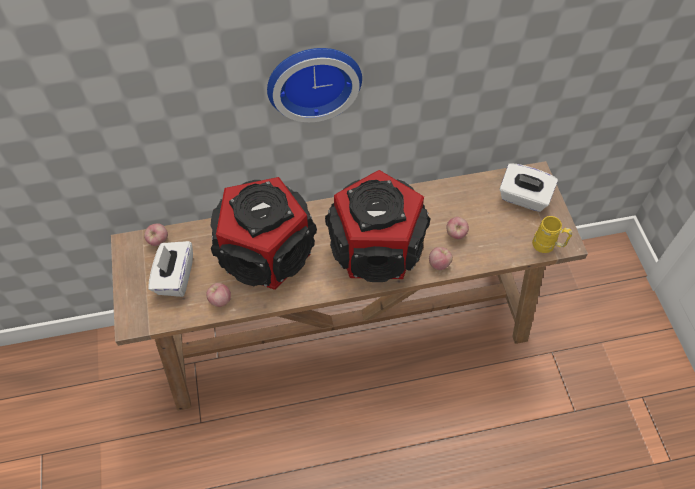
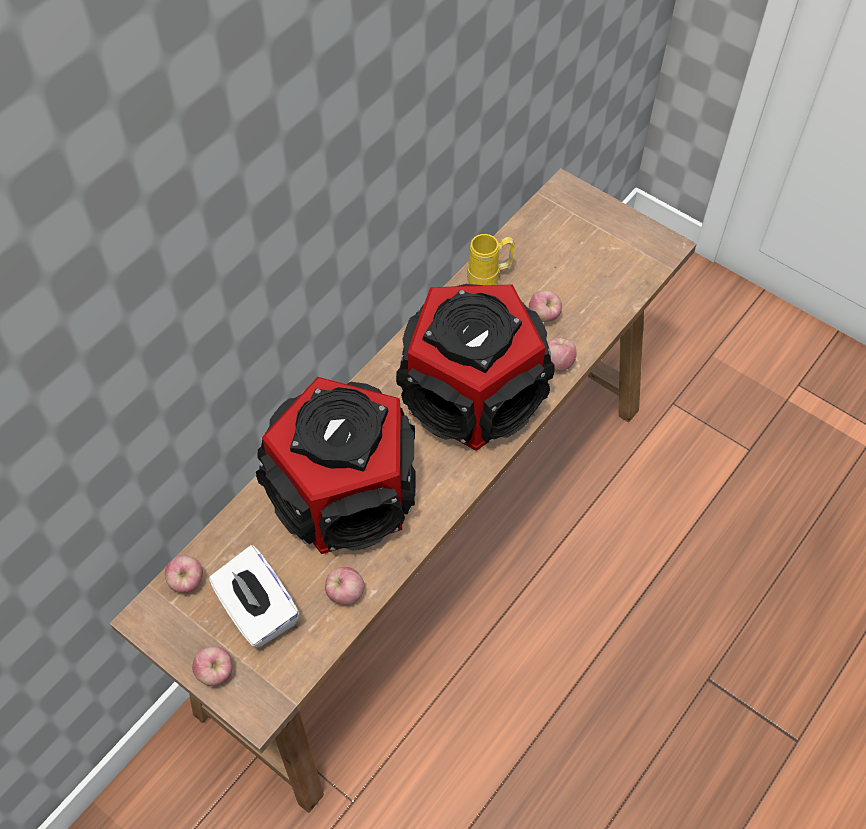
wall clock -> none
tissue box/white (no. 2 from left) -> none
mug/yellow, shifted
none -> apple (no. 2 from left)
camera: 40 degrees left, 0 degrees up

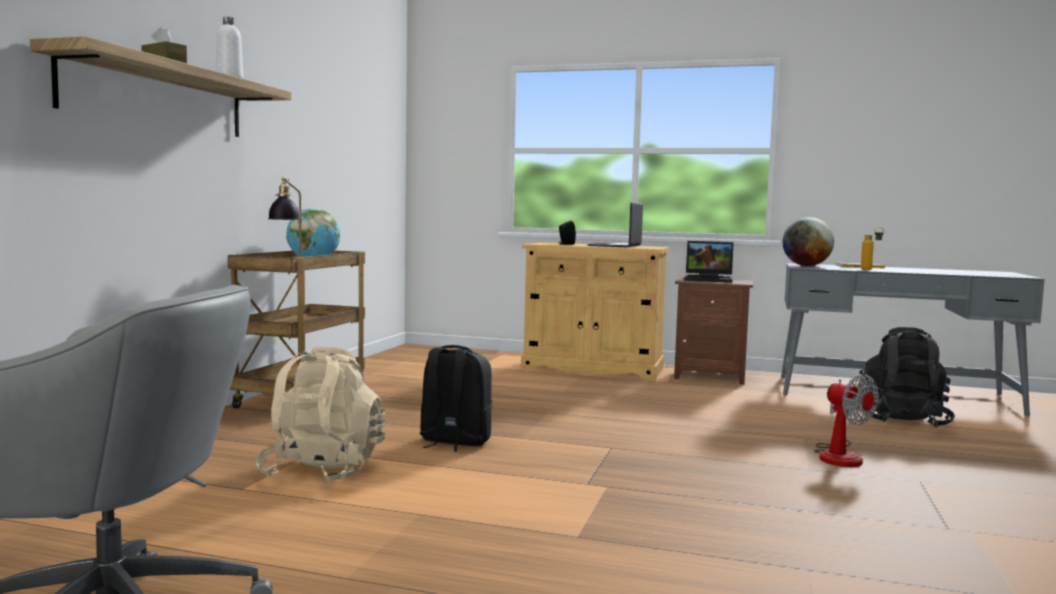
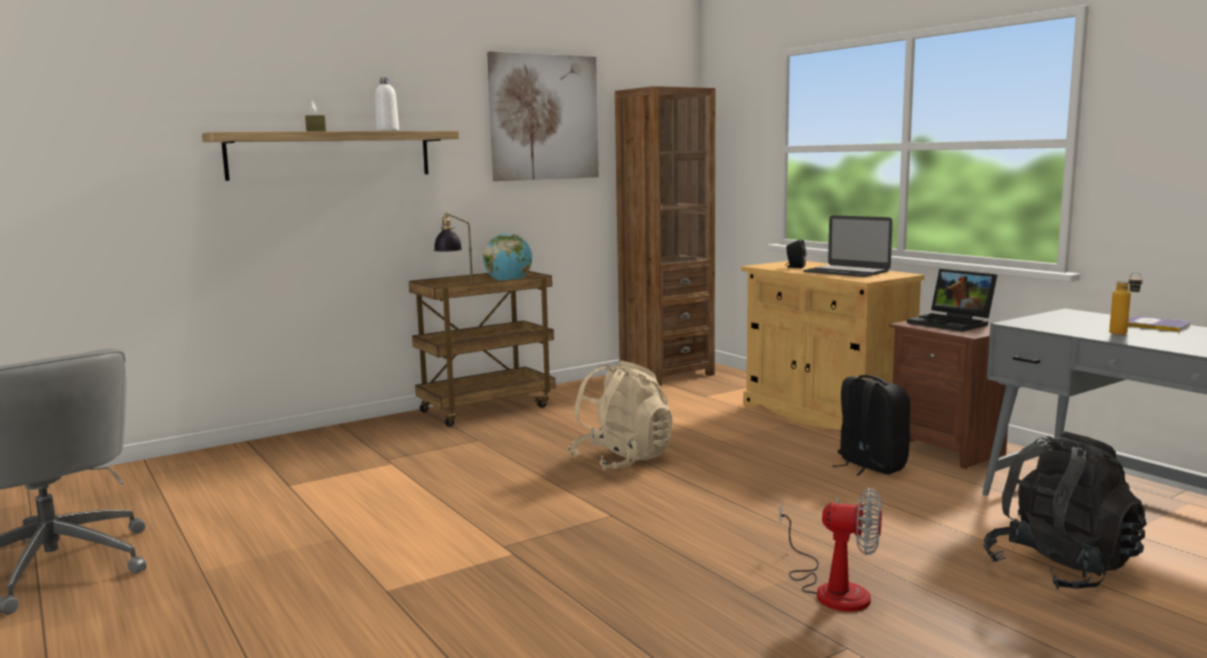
laptop (no. 1 from left), 105 degrees counterclockwise
globe (no. 2 from left) -> none
backpack/black (no. 1 from left), shifted
backpack/beige, shifted
fan, 75 degrees counterclockwise
none -> picture
none -> bookcase/brown
camera: 40 degrees right, 5 degrees up

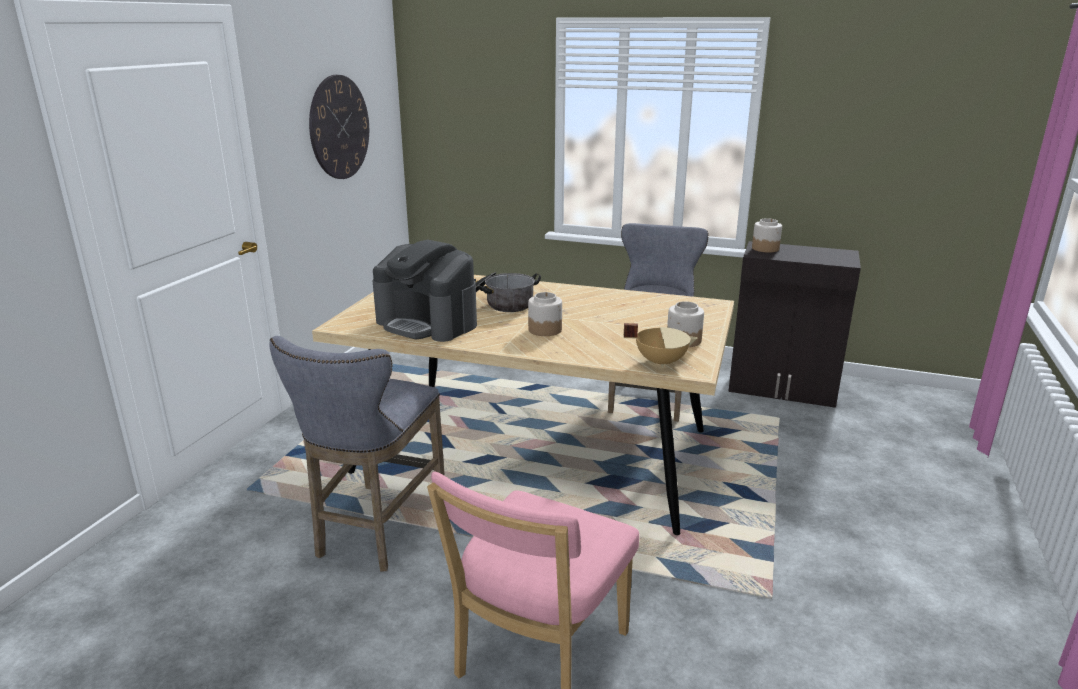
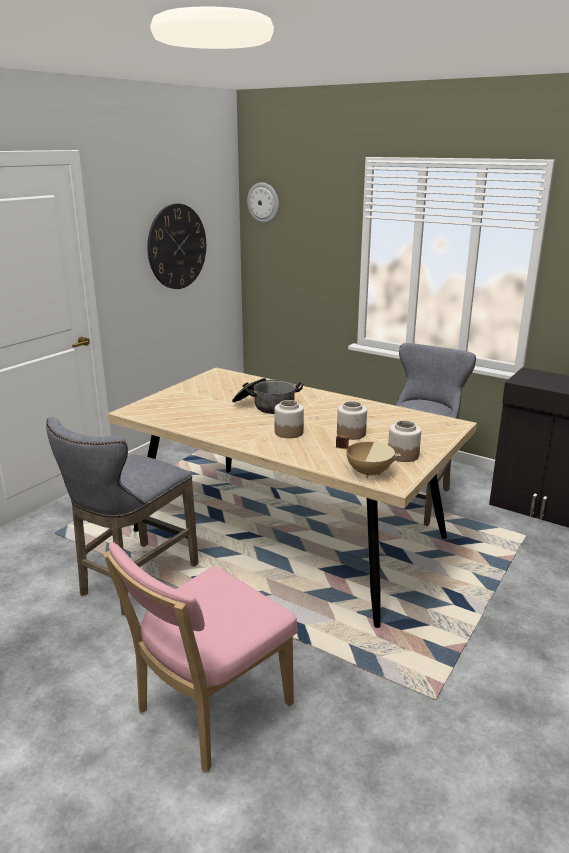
jar (no. 3 from left in the first image) -> jar (no. 2 from left), shifted
coffee machine -> none
none -> wall clock (no. 2 from left)
camera: 15 degrees right, 0 degrees up

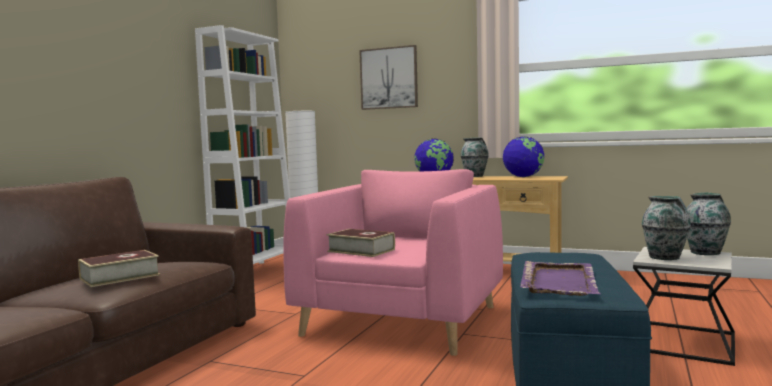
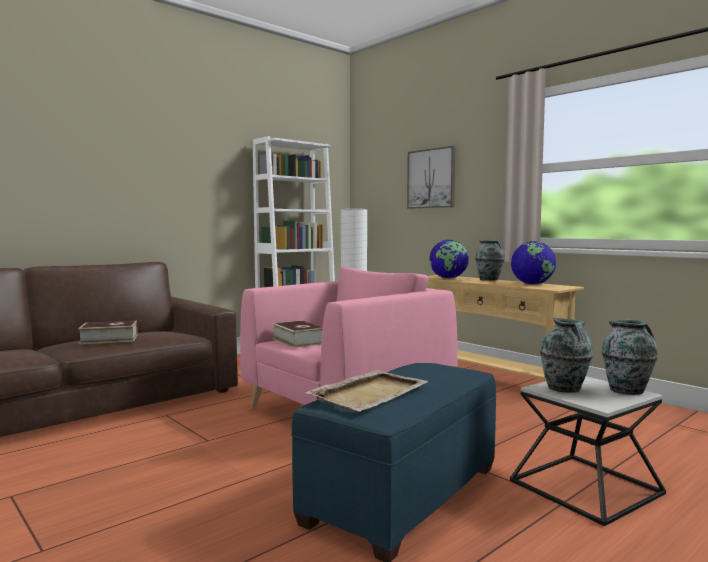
tray/purple -> tray/beige
camera: 25 degrees right, 0 degrees up

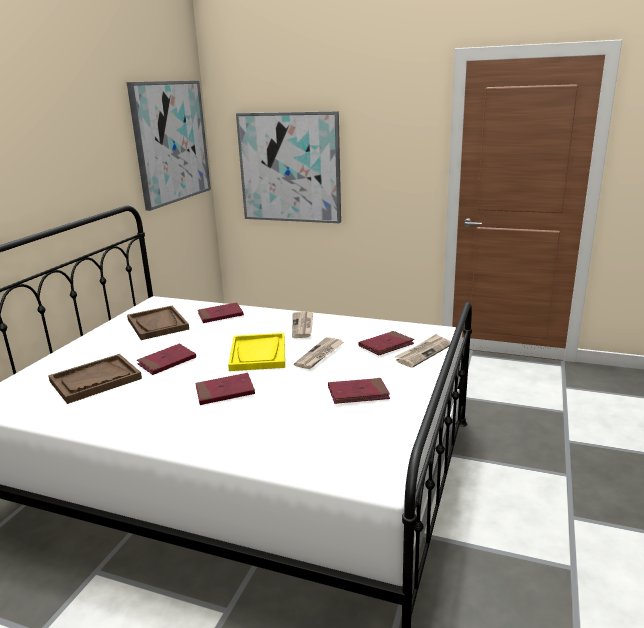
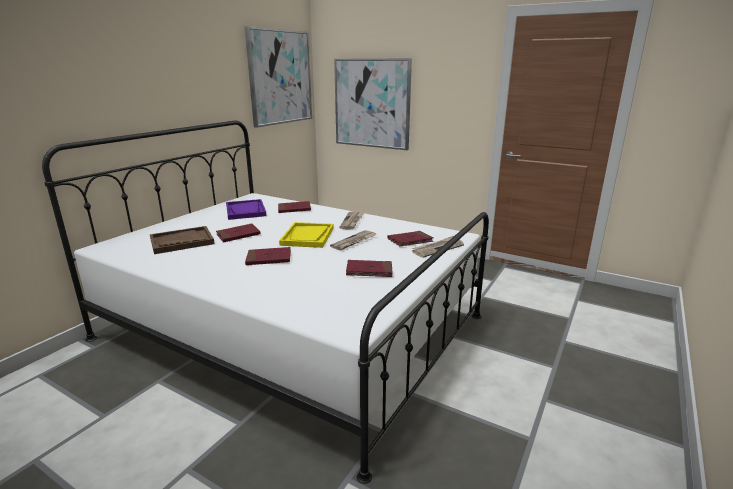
tray/brown (no. 2 from left) -> tray/purple
camera: 10 degrees right, 0 degrees up

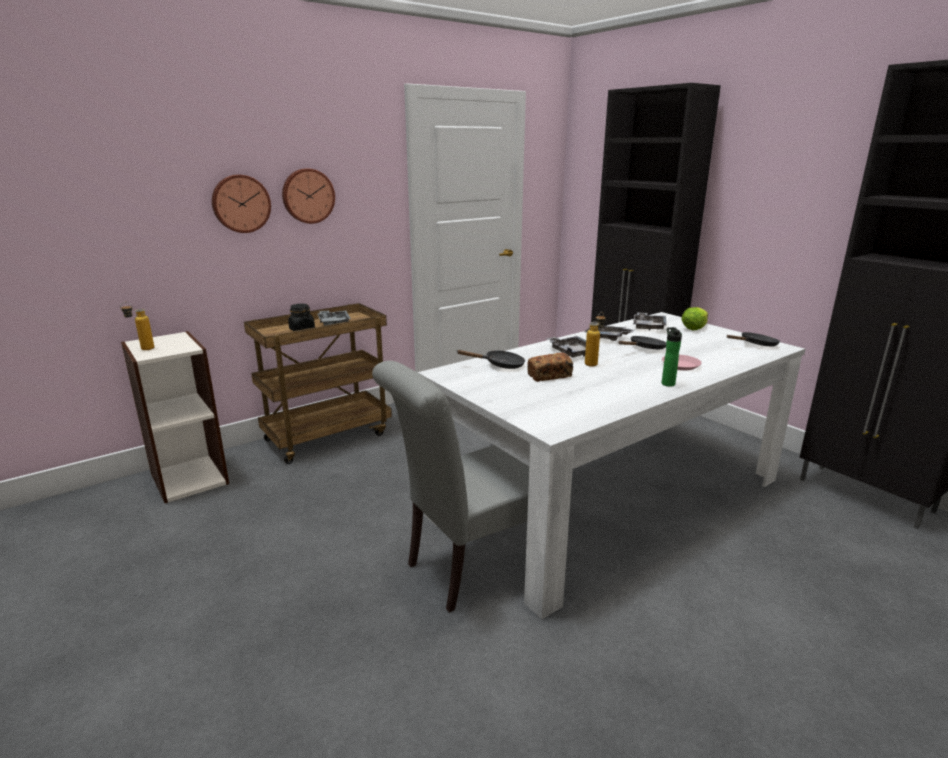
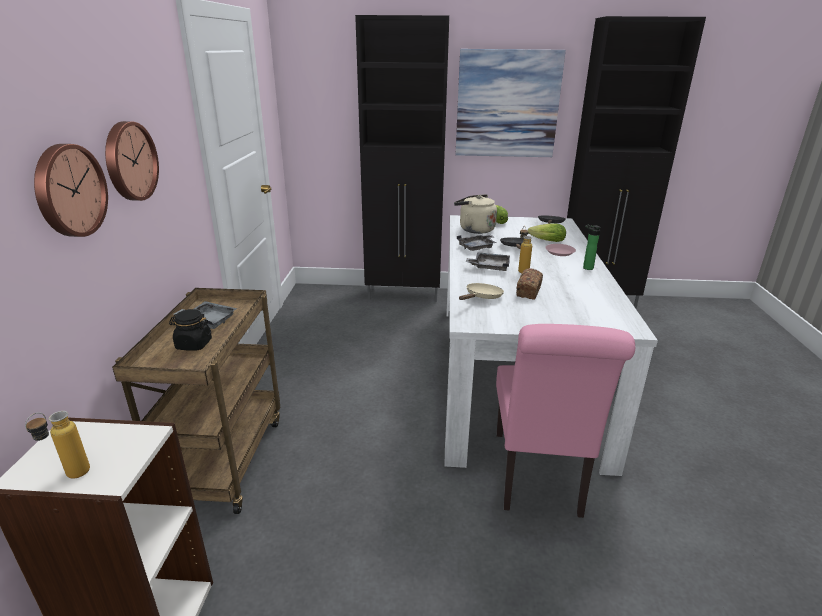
tray/grey (no. 4 from left) -> kettle/beige
frying pan/black (no. 1 from left) -> frying pan/beige
chair/grey -> chair/pink
none -> picture
none -> lettuce (no. 2 from left)
camera: 50 degrees left, 5 degrees up

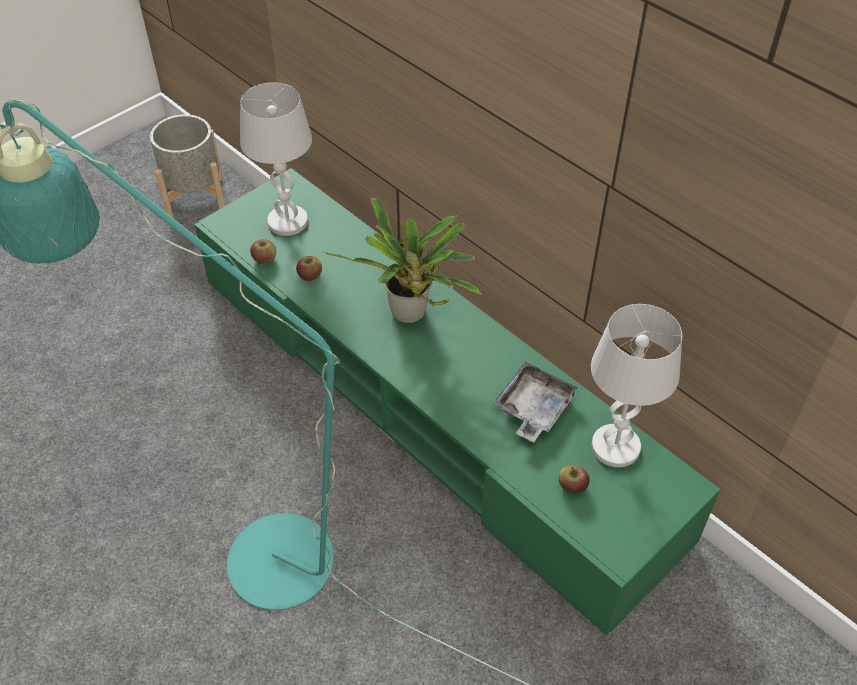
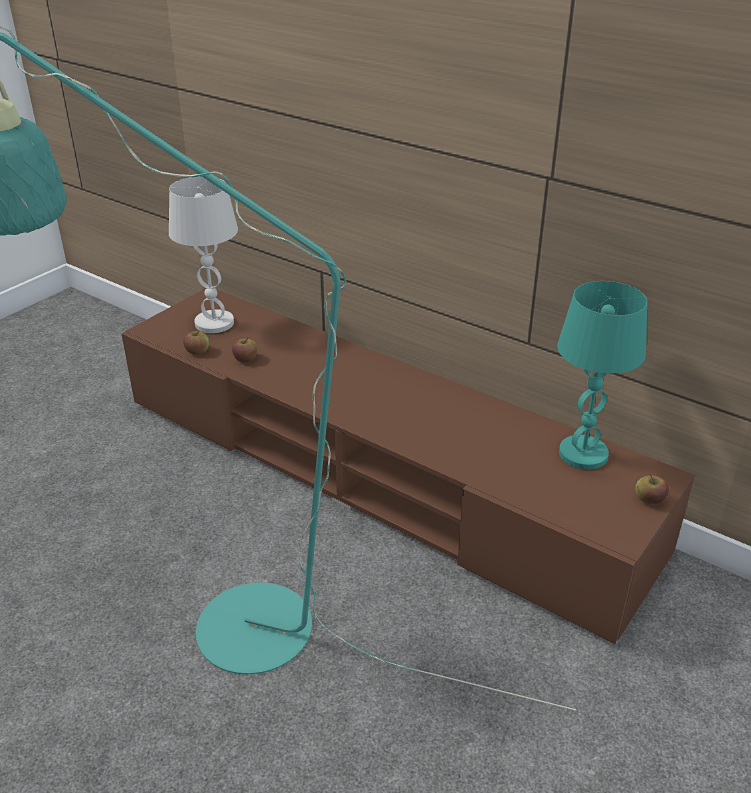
planter/grey -> none
tv stand/green -> tv stand/brown
potted plant -> none
table lamp/white (no. 2 from left) -> table lamp/turquoise
tray/grey -> none
apple (no. 3 from left), shifted
camera: 10 degrees left, 15 degrees down

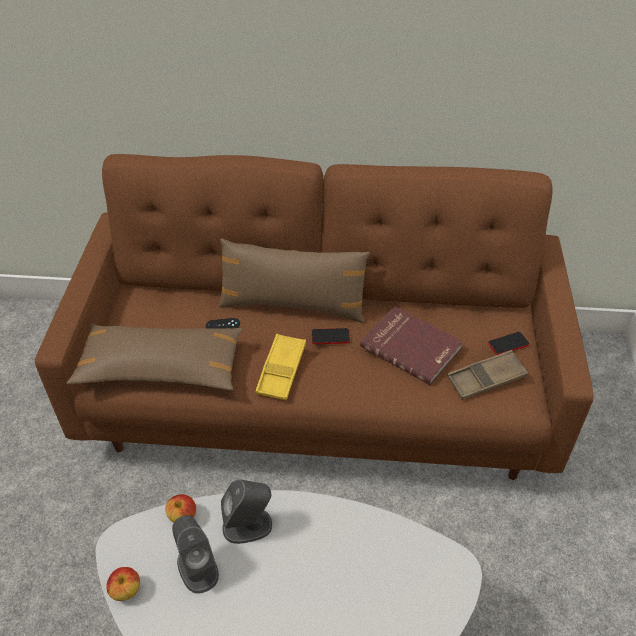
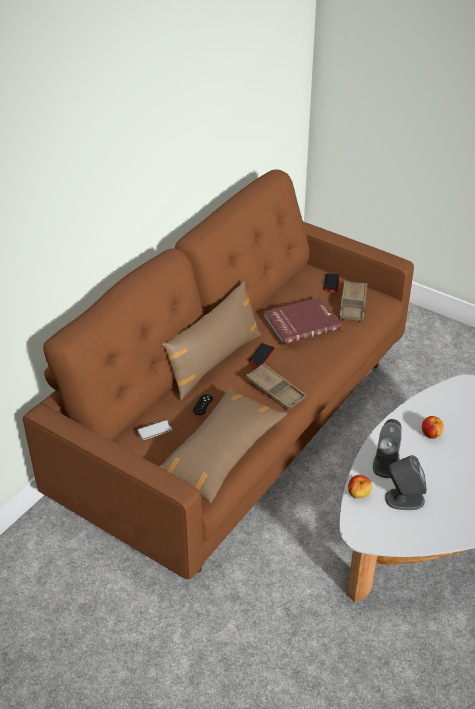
tray/yellow -> tray/brown (no. 1 from left)
apple (no. 1 from left in the first image) -> apple (no. 2 from left), shifted
none -> phone (no. 1 from left)
camera: 60 degrees left, 5 degrees down

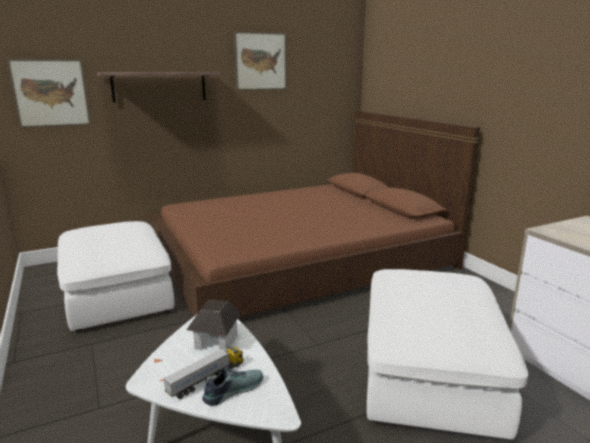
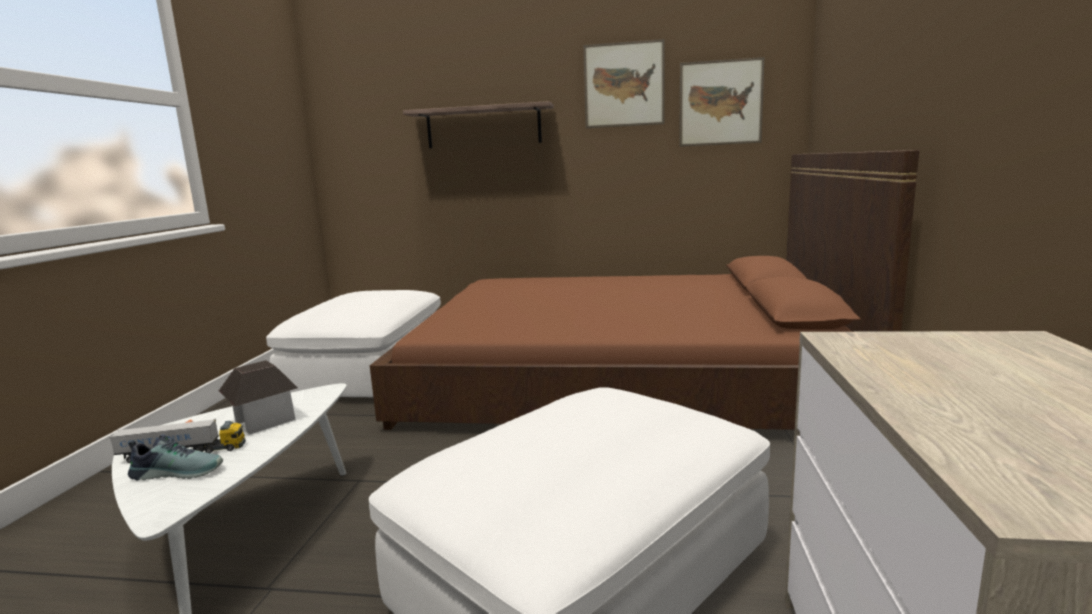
picture (no. 1 from left in the first image) -> picture (no. 2 from left), shifted
camera: 35 degrees right, 5 degrees down

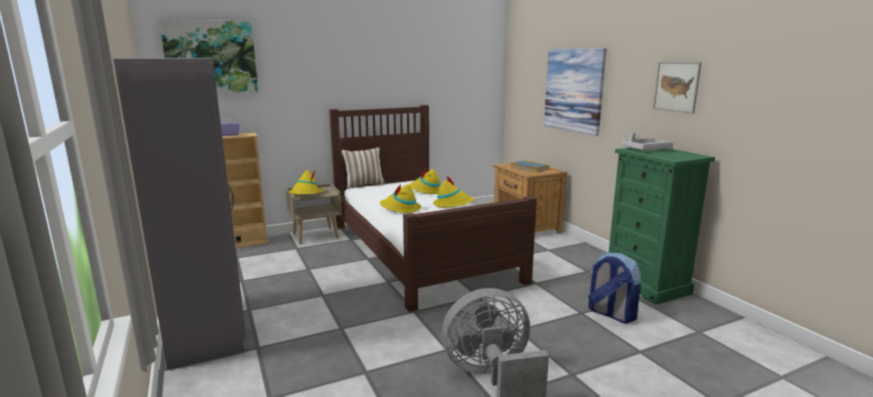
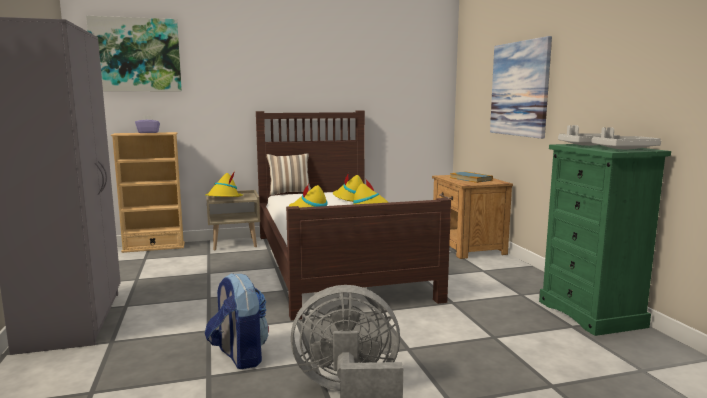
picture (no. 3 from left) -> none
backpack, shifted
none -> tray/grey (no. 2 from left)
camera: 10 degrees right, 5 degrees down

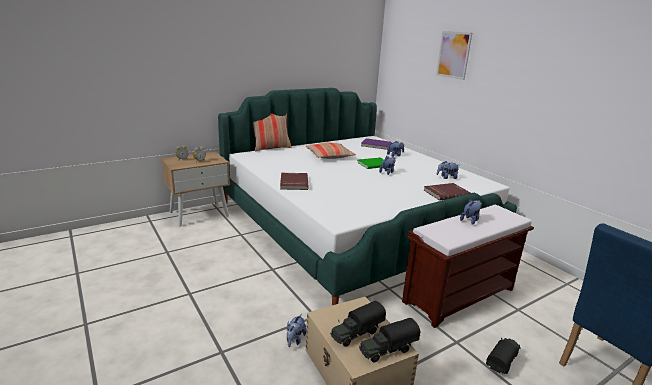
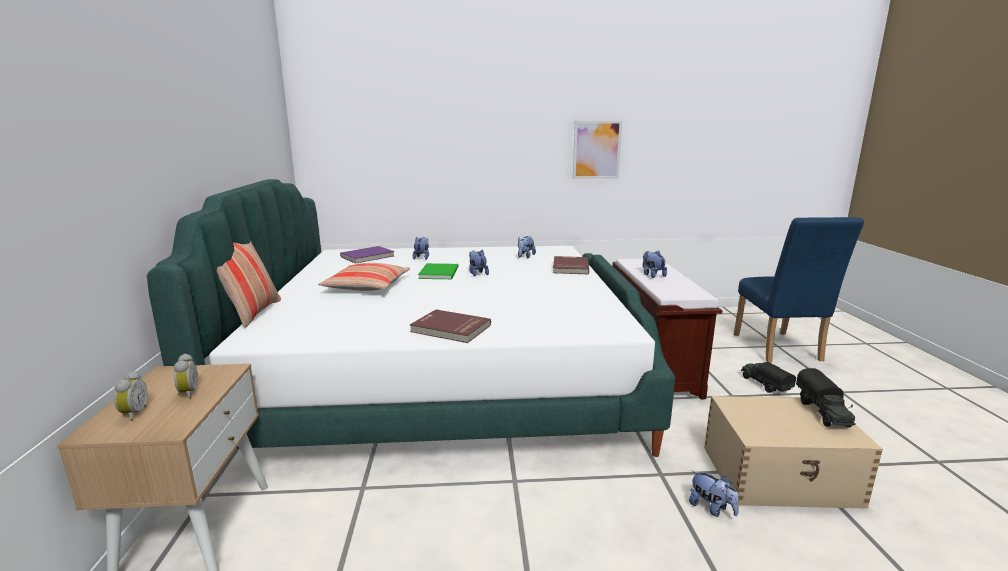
picture, shifted
toy truck (no. 1 from left) -> none
camera: 60 degrees left, 5 degrees down

